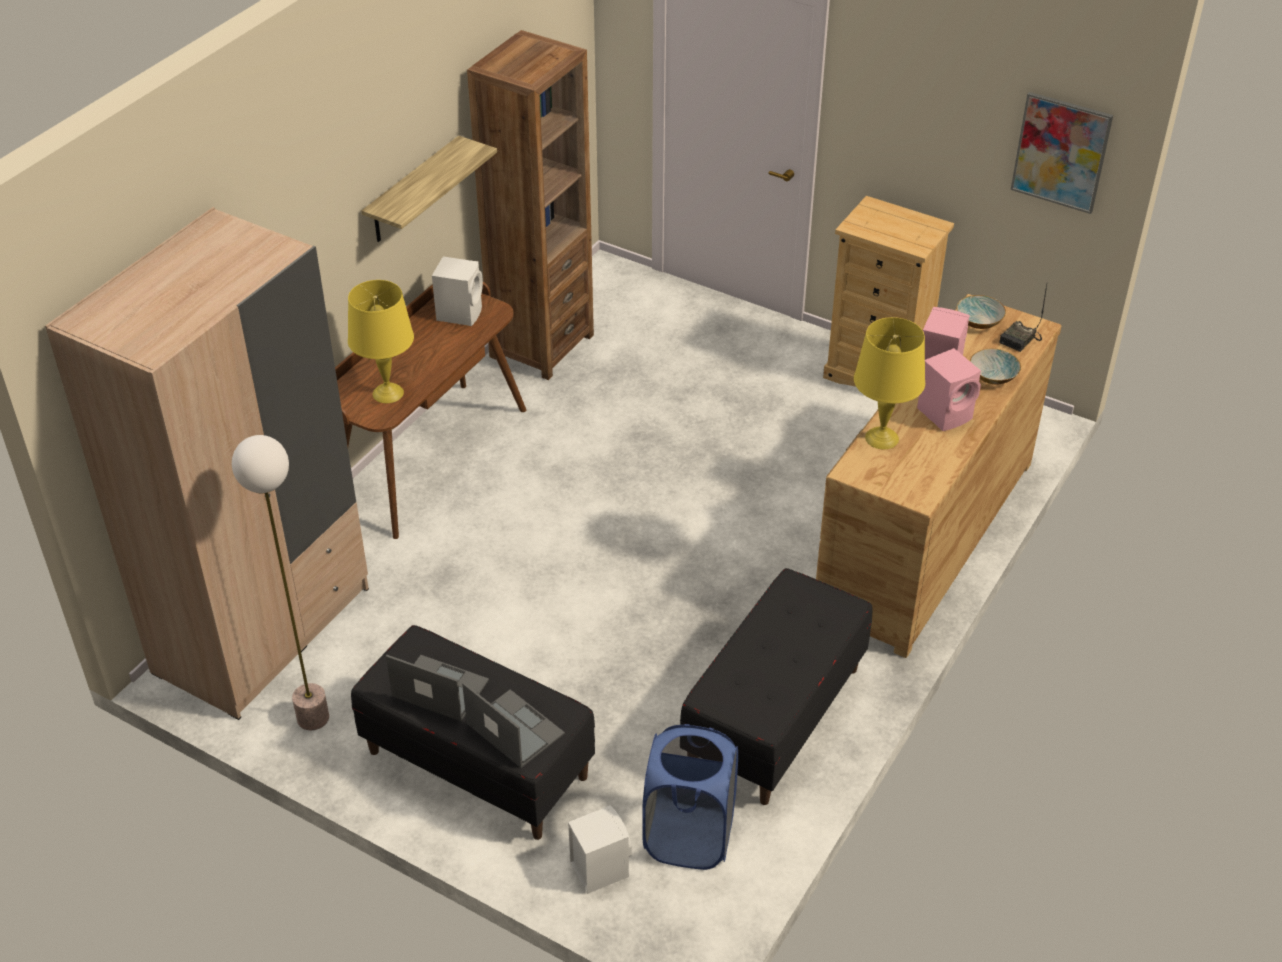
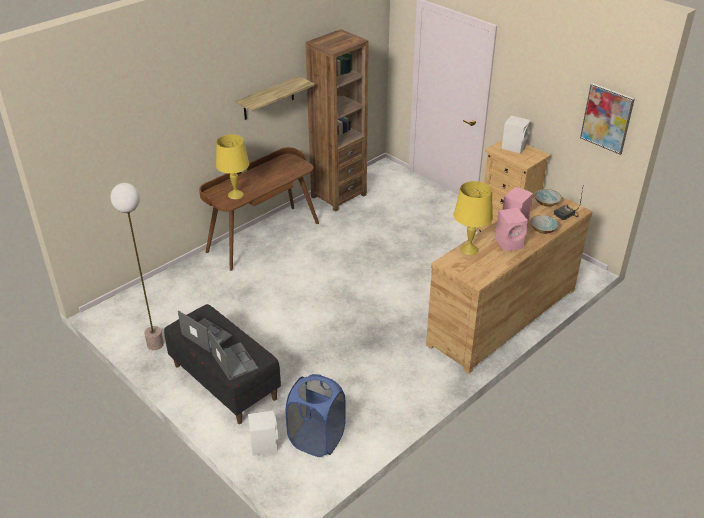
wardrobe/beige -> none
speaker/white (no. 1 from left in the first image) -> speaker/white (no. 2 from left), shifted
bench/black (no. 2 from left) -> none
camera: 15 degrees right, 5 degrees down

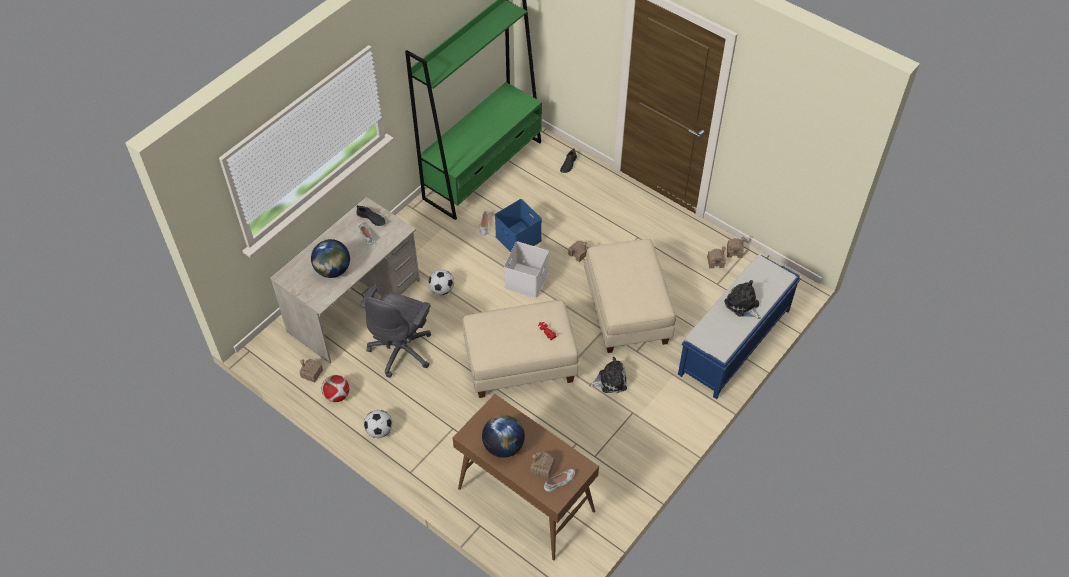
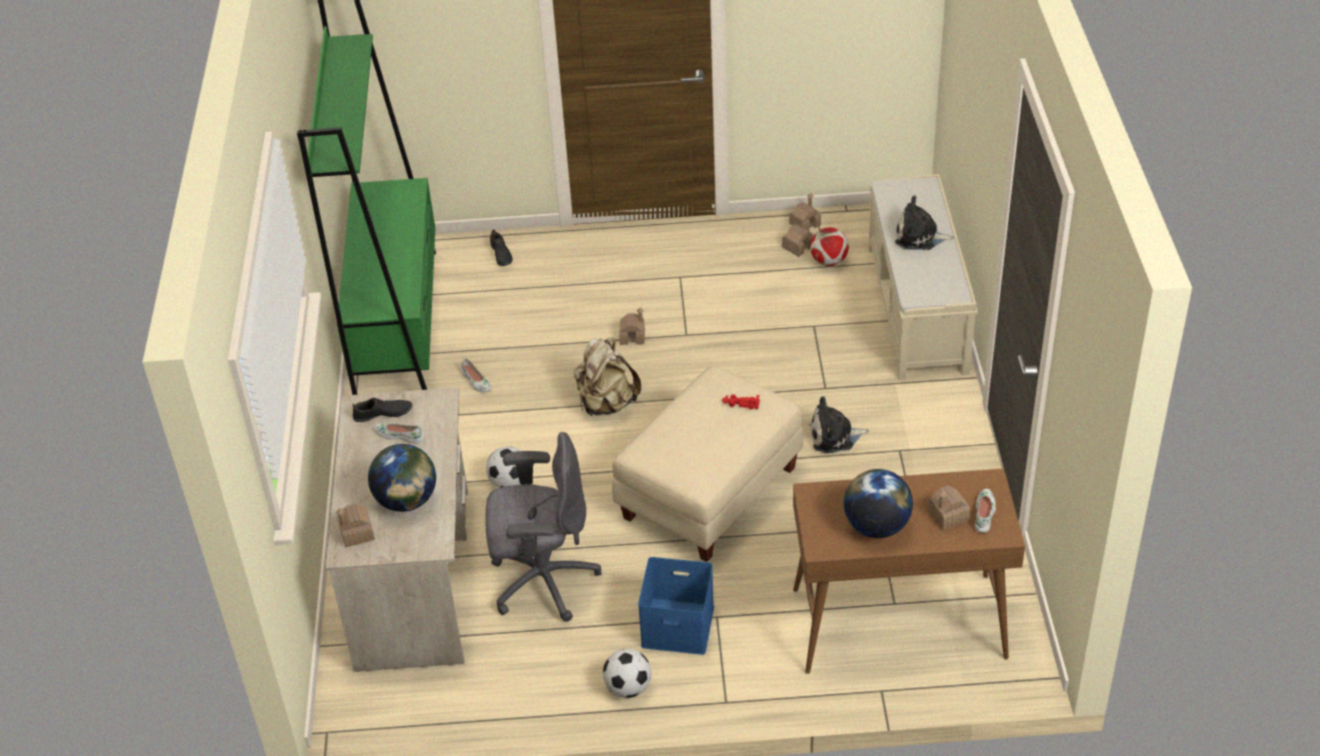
storage box/blue, shifted
ottoman/beige (no. 2 from left) -> none
storage box/white -> backpack/beige
bench/blue -> bench/beige
office chair/grey, 75 degrees counterclockwise
plush toy (no. 1 from left), 135 degrees counterclockwise
toy house (no. 1 from left), shifted
football (no. 1 from left in the first image) -> football (no. 3 from left), shifted
camera: 40 degrees left, 10 degrees down

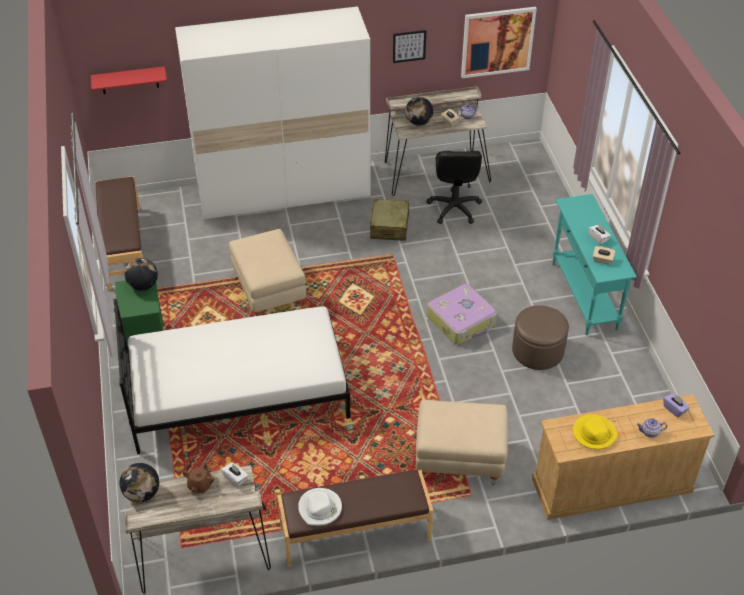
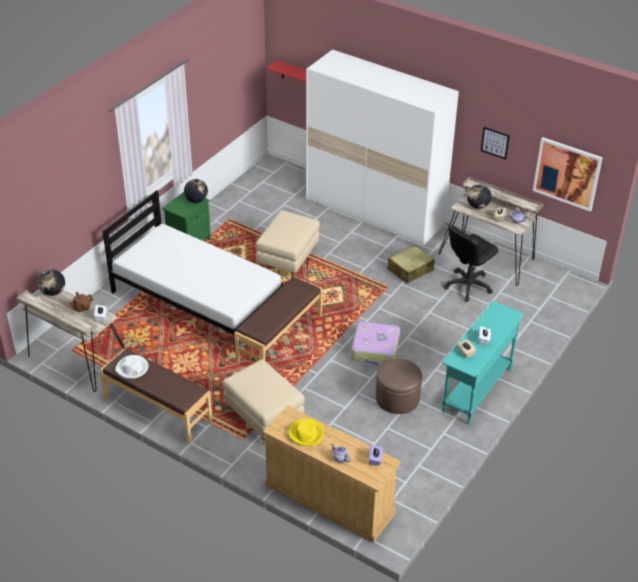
bench/brown (no. 1 from left in the first image) -> bench/brown (no. 2 from left), shifted
camera: 45 degrees right, 5 degrees down

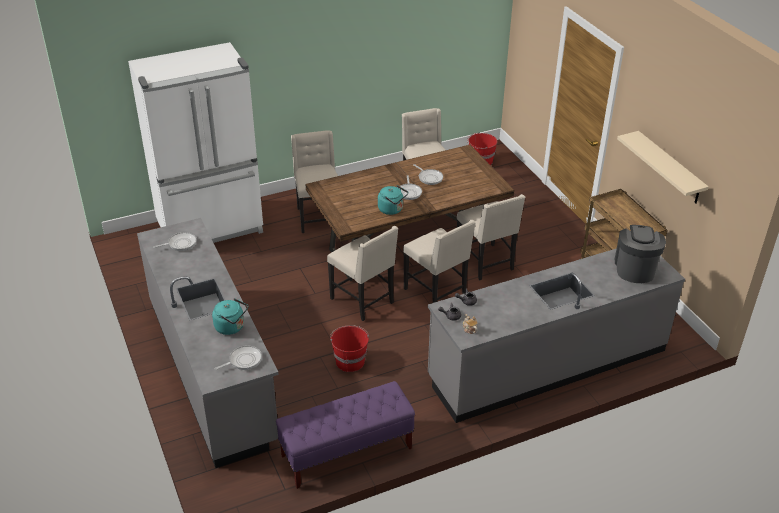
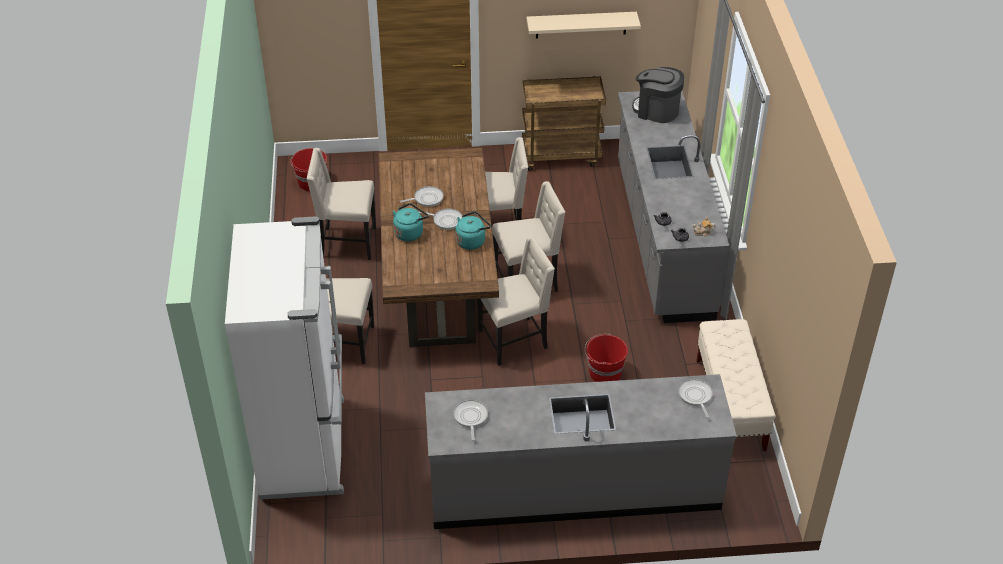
kettle/turquoise (no. 1 from left), shifted
bench/purple -> bench/beige
camera: 70 degrees left, 5 degrees up

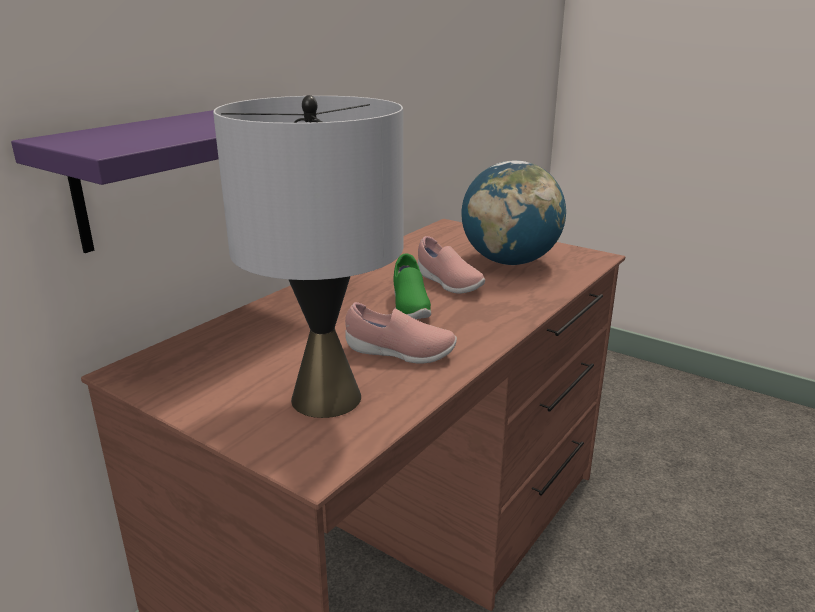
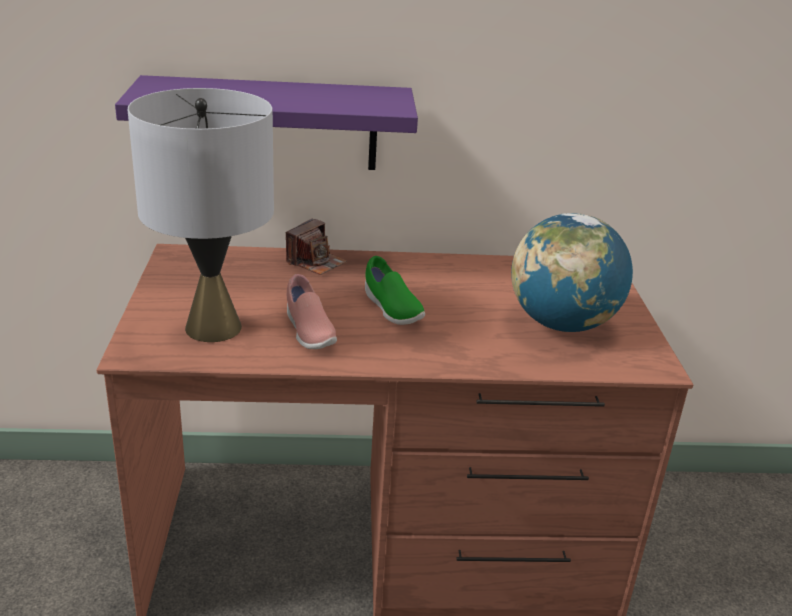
shoe/pink (no. 2 from left) -> none
shoe/green, 75 degrees counterclockwise
none -> photo camera
camera: 50 degrees right, 5 degrees up

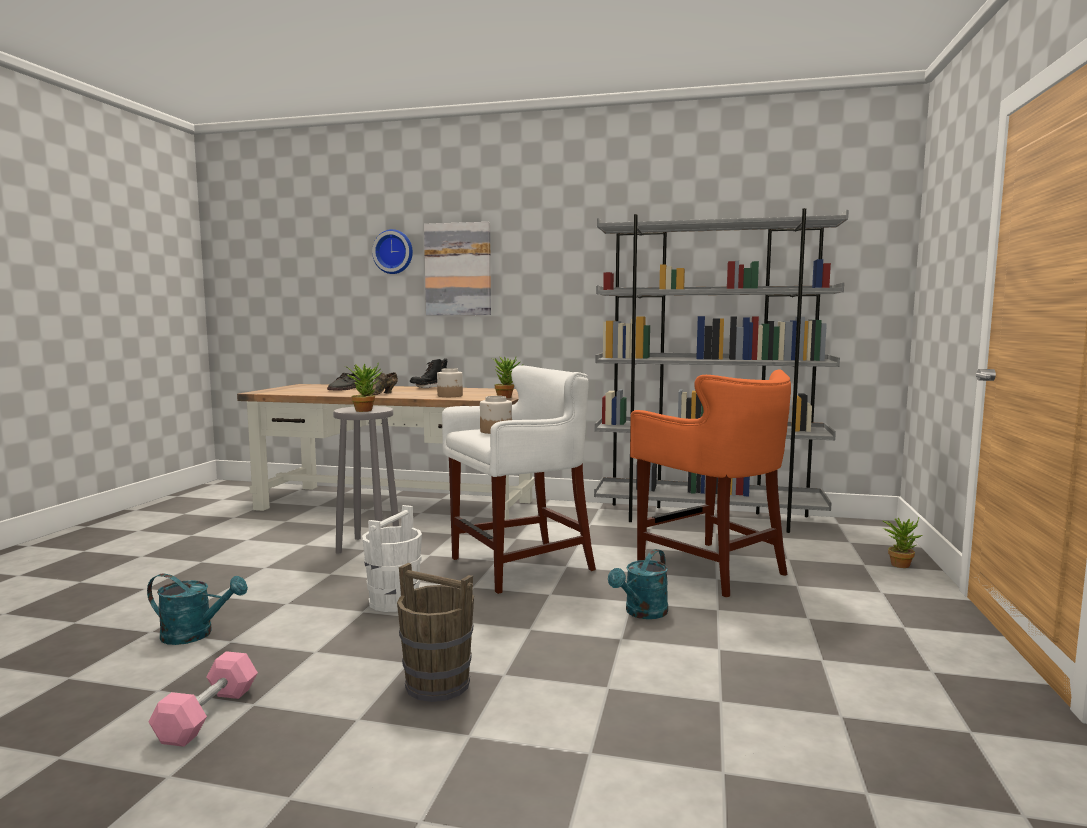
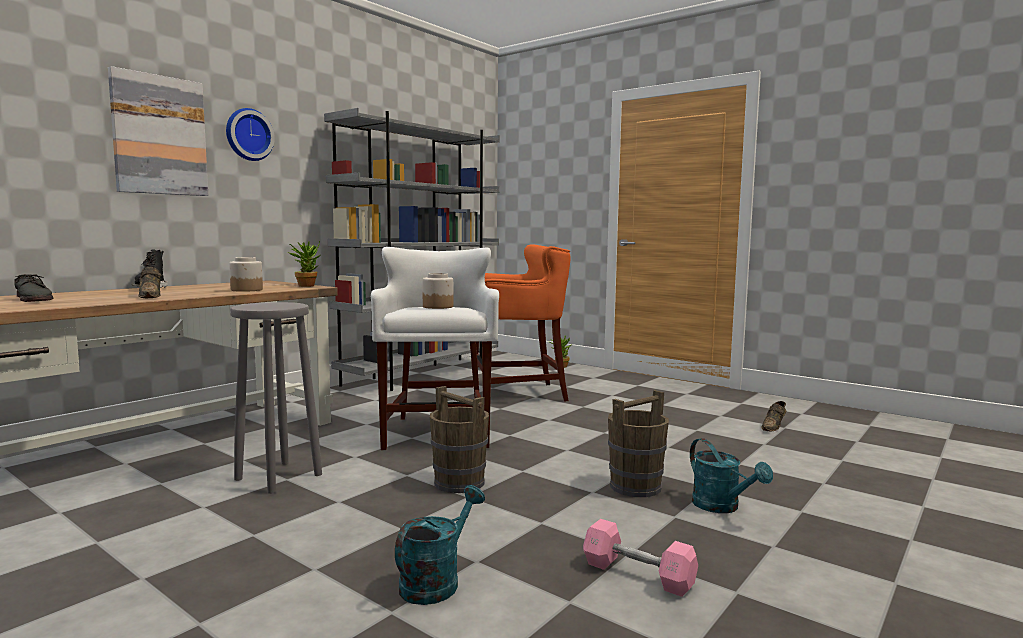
wall clock, shifted
potted plant (no. 1 from left) -> none
bucket/white -> bucket/brown (no. 1 from left)
watering can/turquoise (no. 2 from left), shifted
none -> shoe/brown (no. 2 from left)
camera: 65 degrees left, 0 degrees up

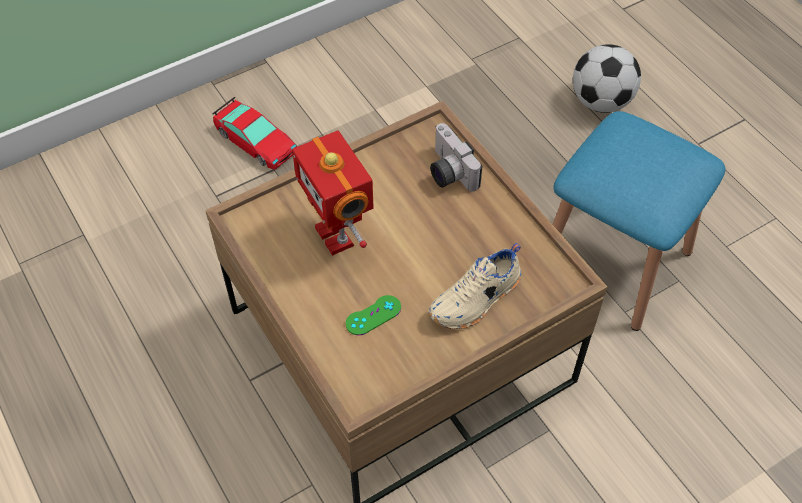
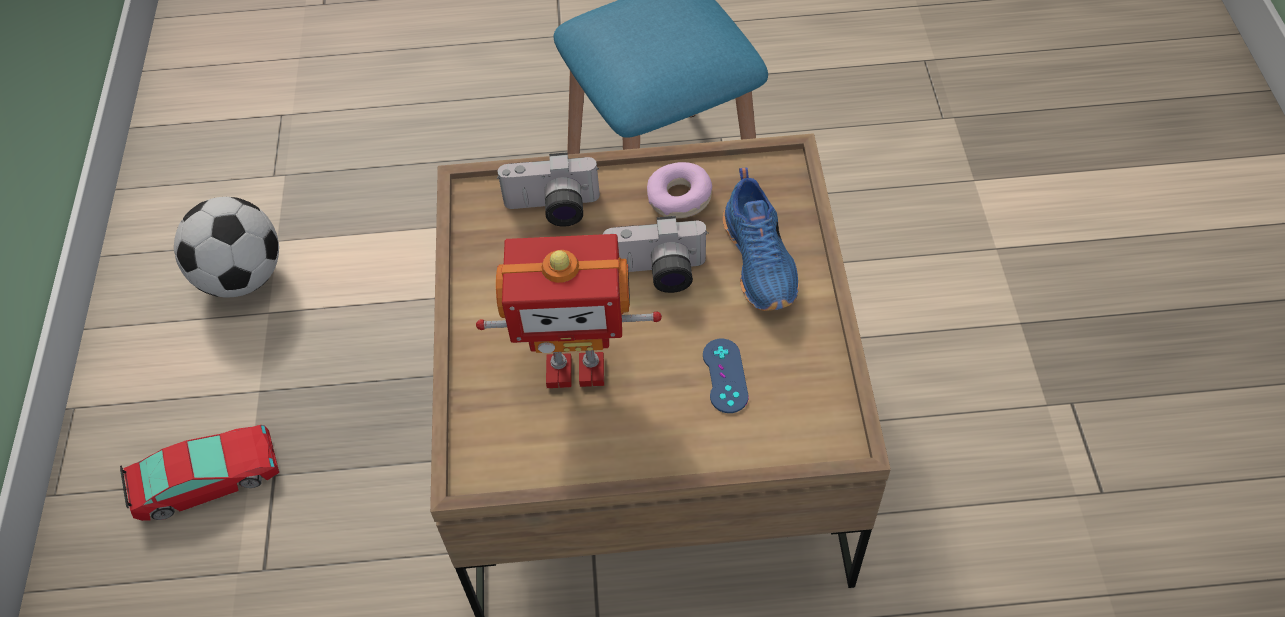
football, shifted
shoe/beige -> shoe/blue
game controller/green -> game controller/blue
none -> donut
none -> photo camera (no. 2 from left)
camera: 60 degrees left, 0 degrees up

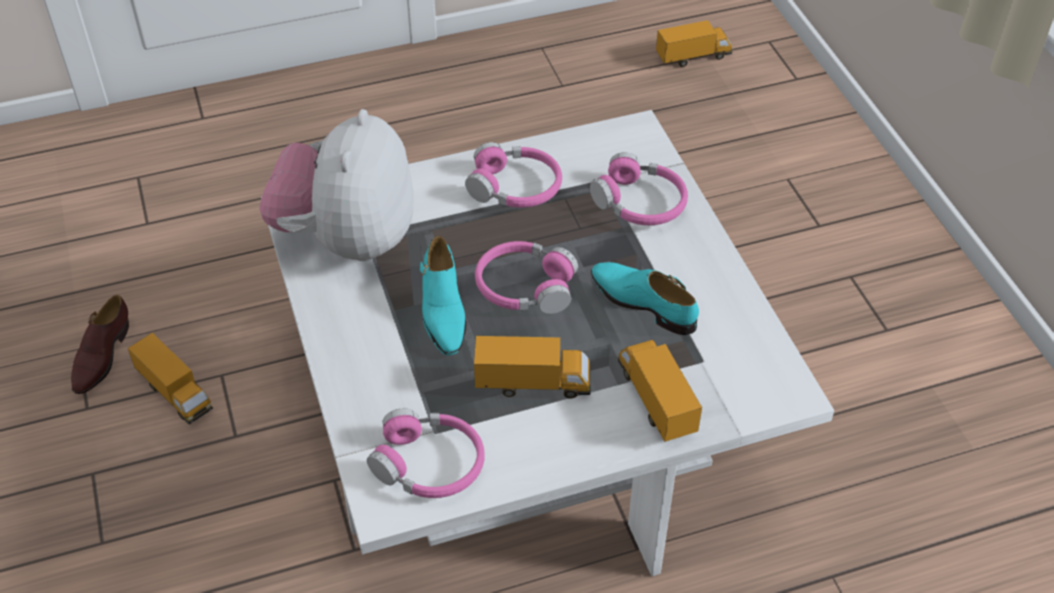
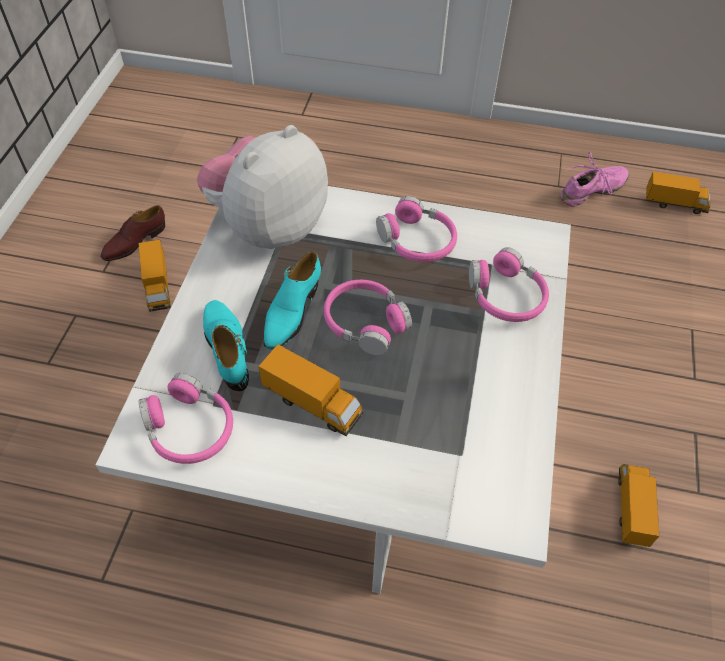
shoe/turquoise (no. 2 from left in the first image) -> shoe/turquoise (no. 1 from left), shifted
toy truck (no. 3 from left), shifted
none -> shoe/pink
camera: 30 degrees right, 5 degrees up

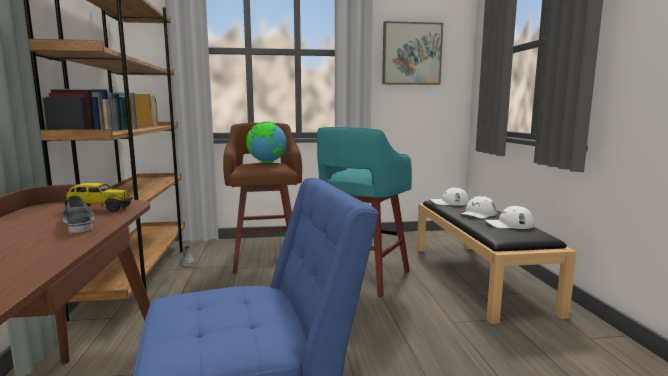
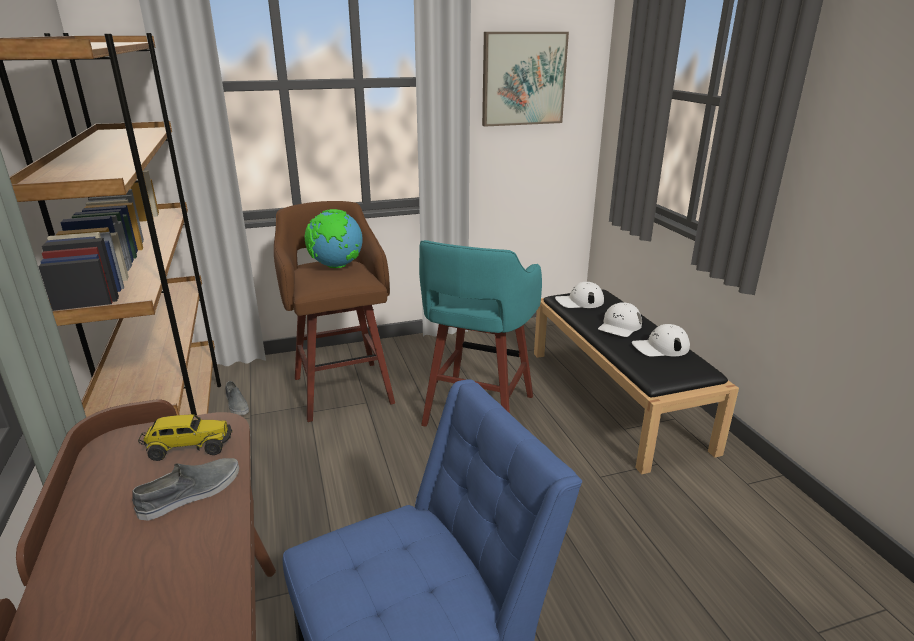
shoe/grey (no. 1 from left), 90 degrees clockwise
camera: 10 degrees left, 15 degrees up

